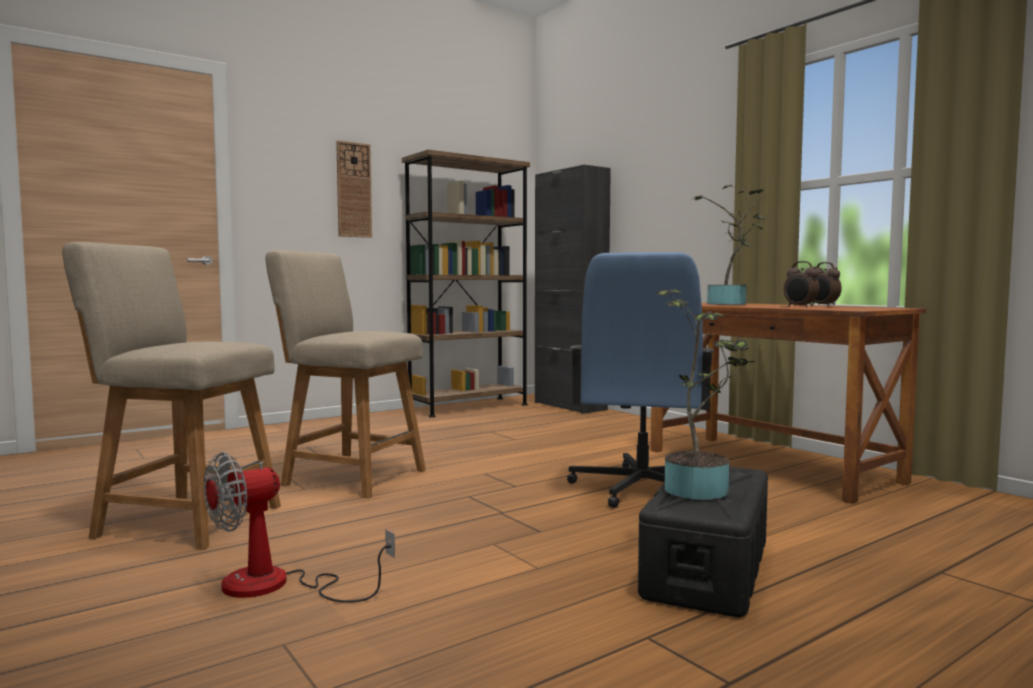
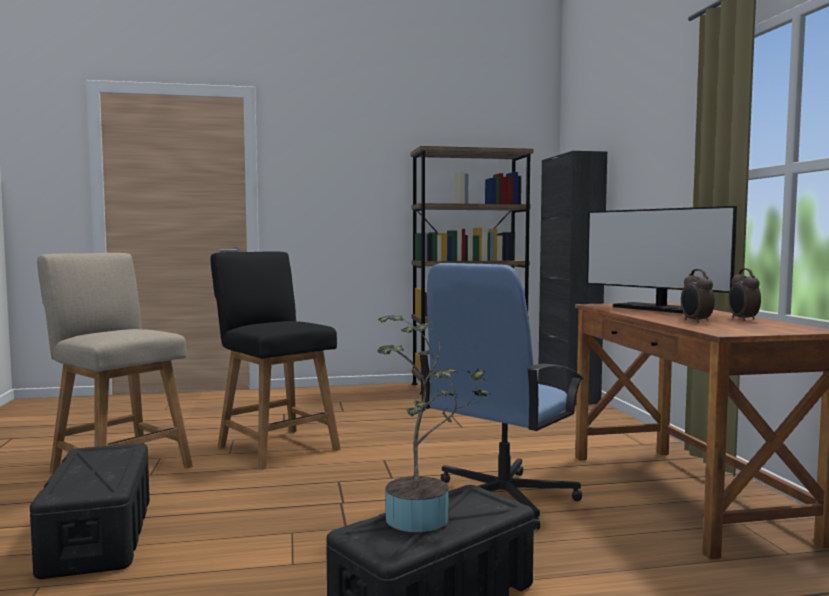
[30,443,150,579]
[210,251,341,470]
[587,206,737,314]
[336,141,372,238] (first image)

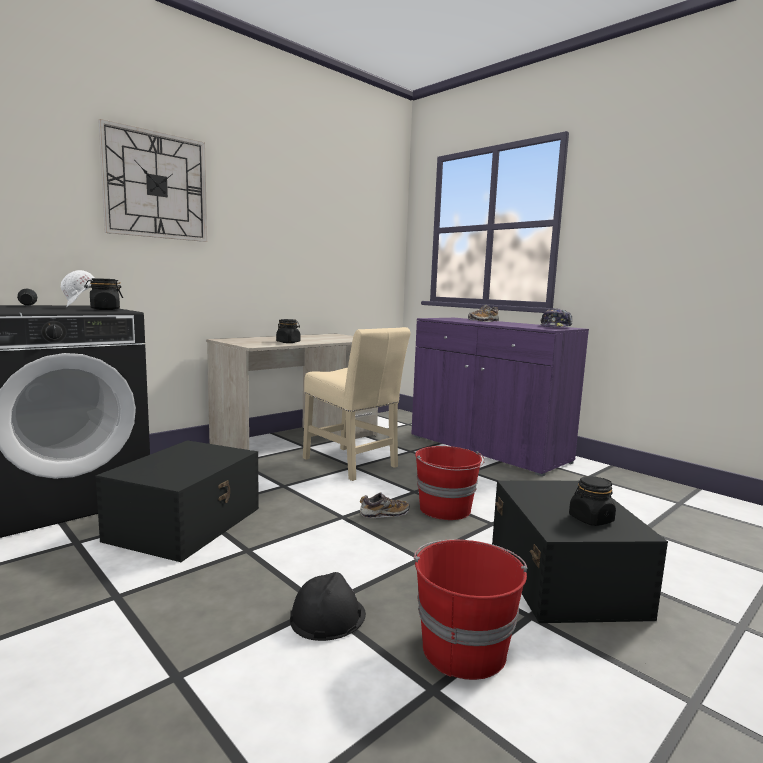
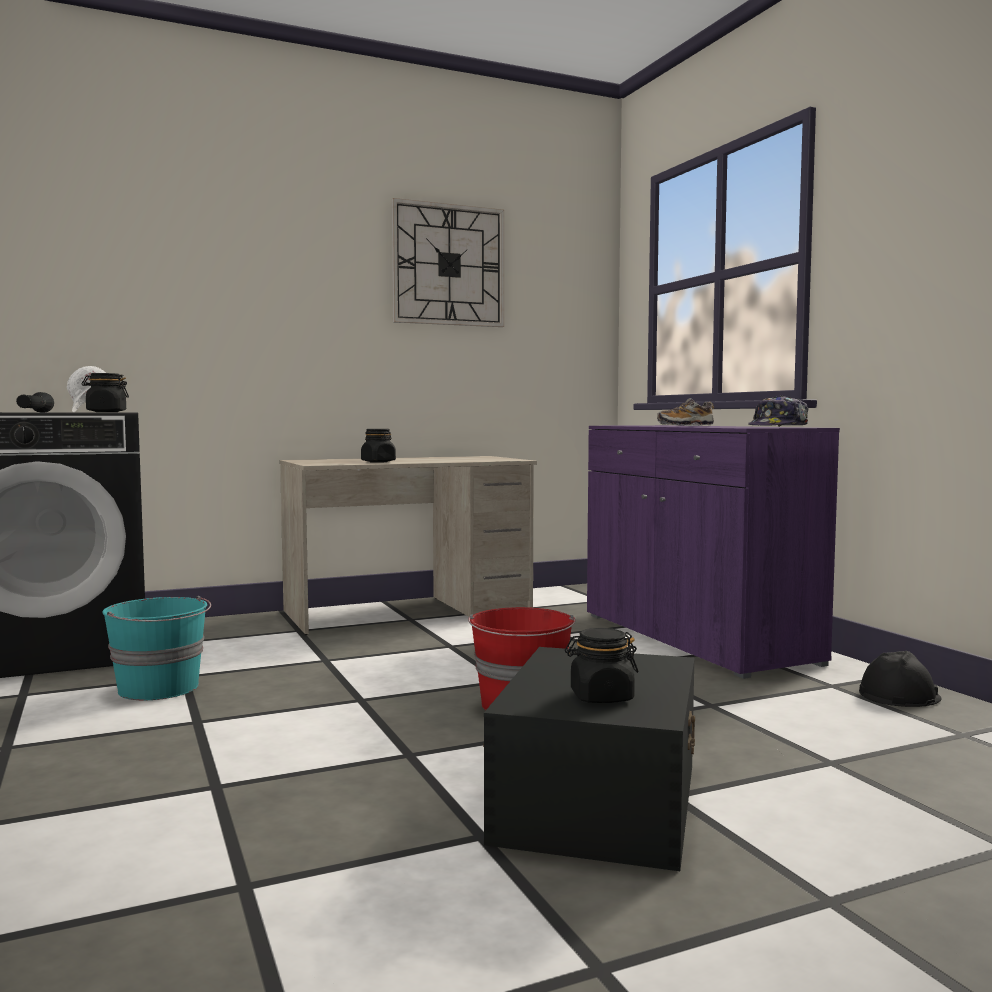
[102,596,211,700]
[392,198,504,327]
[859,651,941,707]
[303,327,411,481] (first image)
[360,492,410,518] (first image)
[414,540,528,680] (first image)

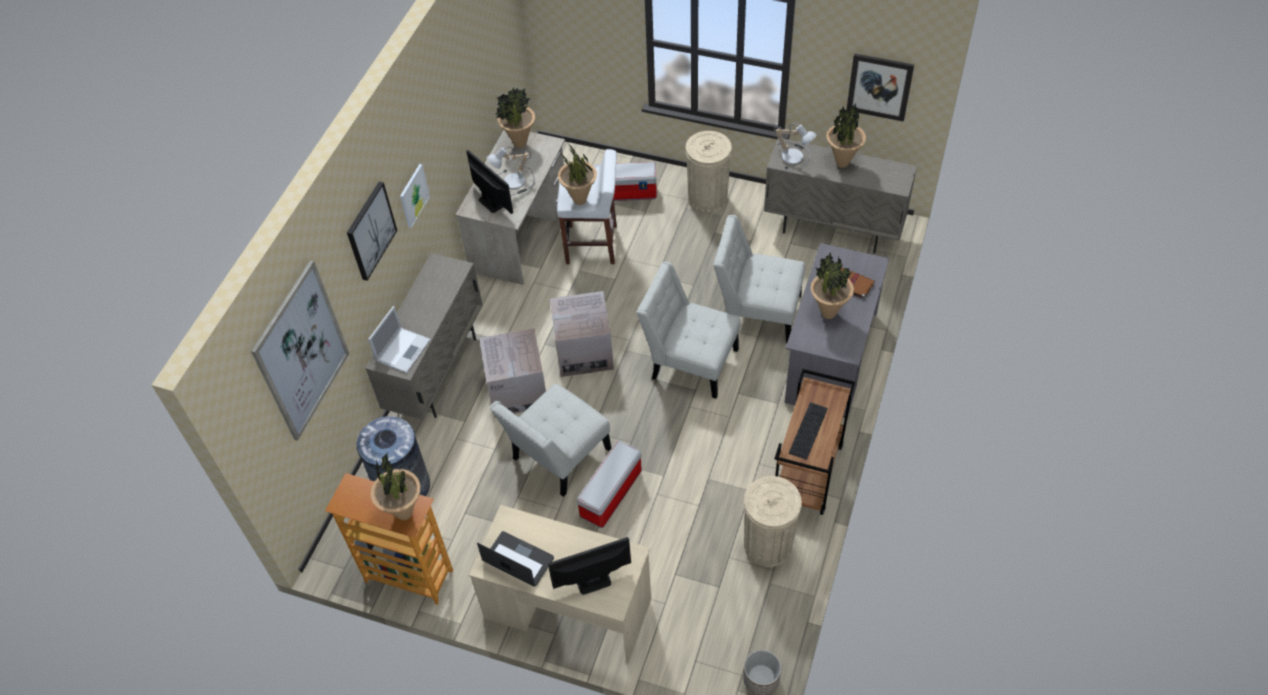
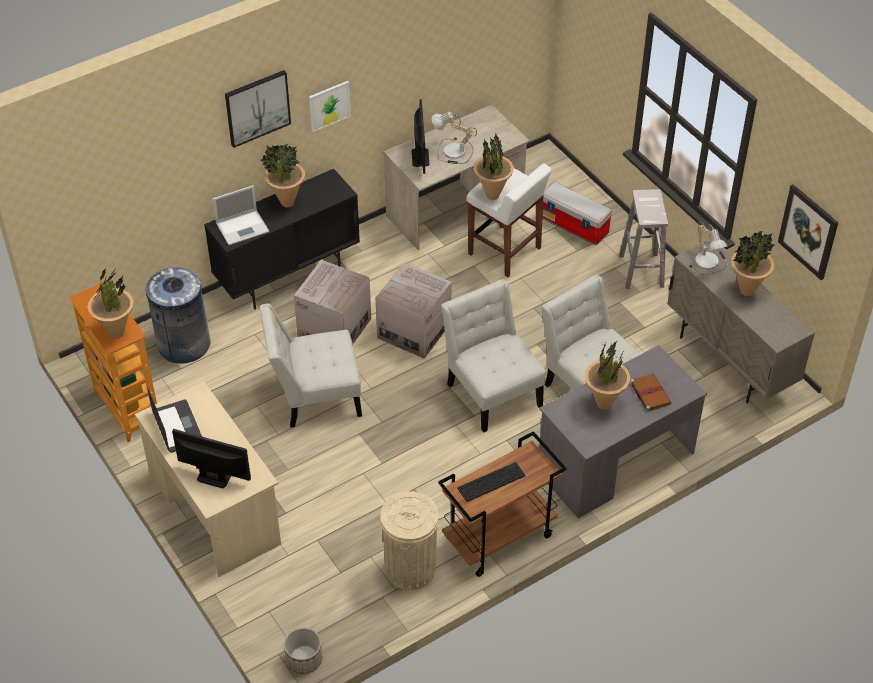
[204,169,360,310]
[260,144,305,207]
[619,189,668,289]
[251,260,349,441] (first image)
[577,441,642,528] (first image)

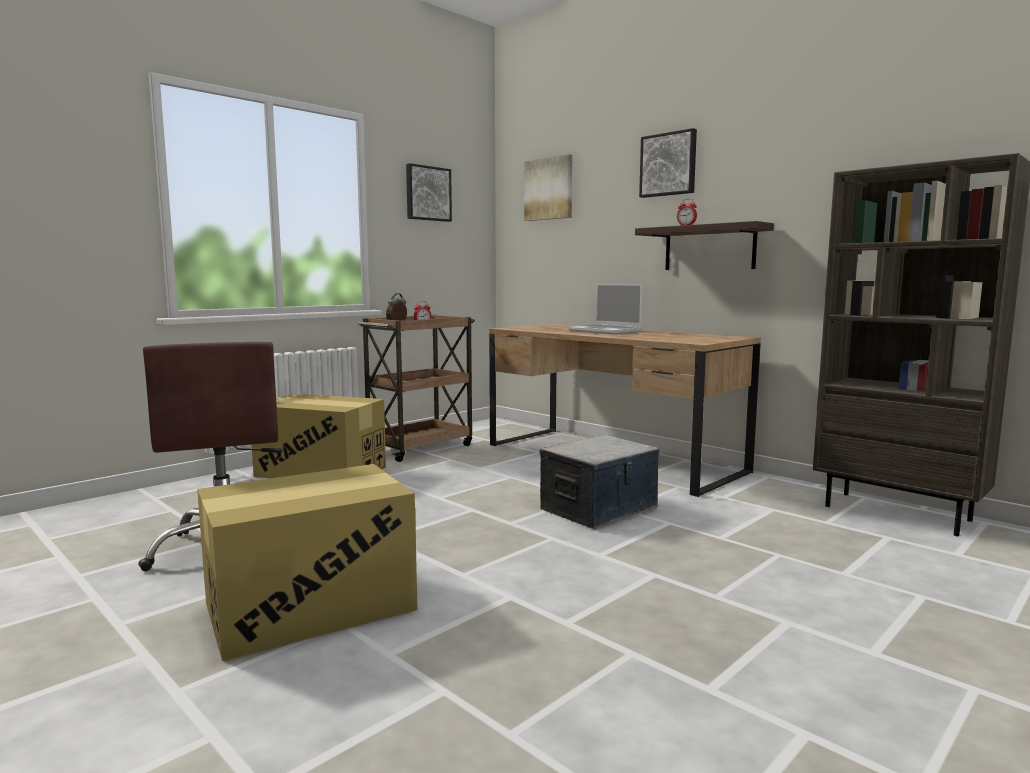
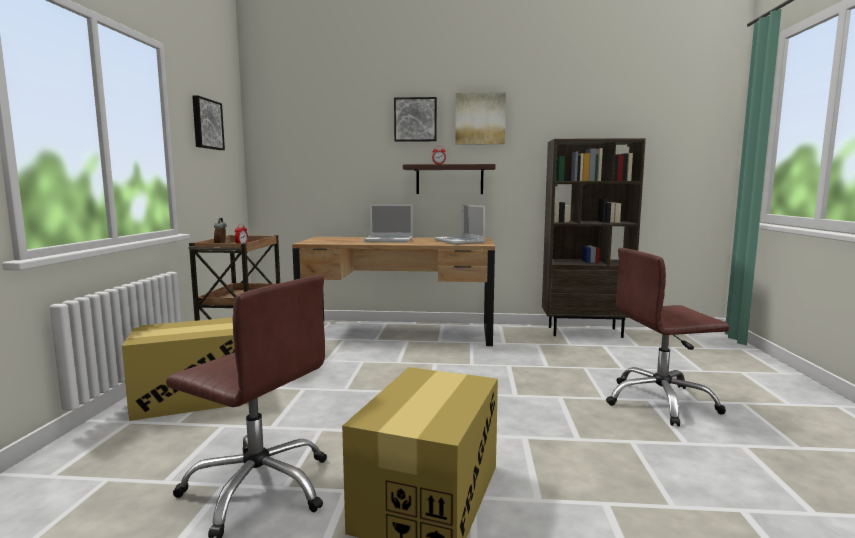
[434,204,485,245]
[455,92,506,145]
[606,248,729,426]
[540,435,660,529] (first image)

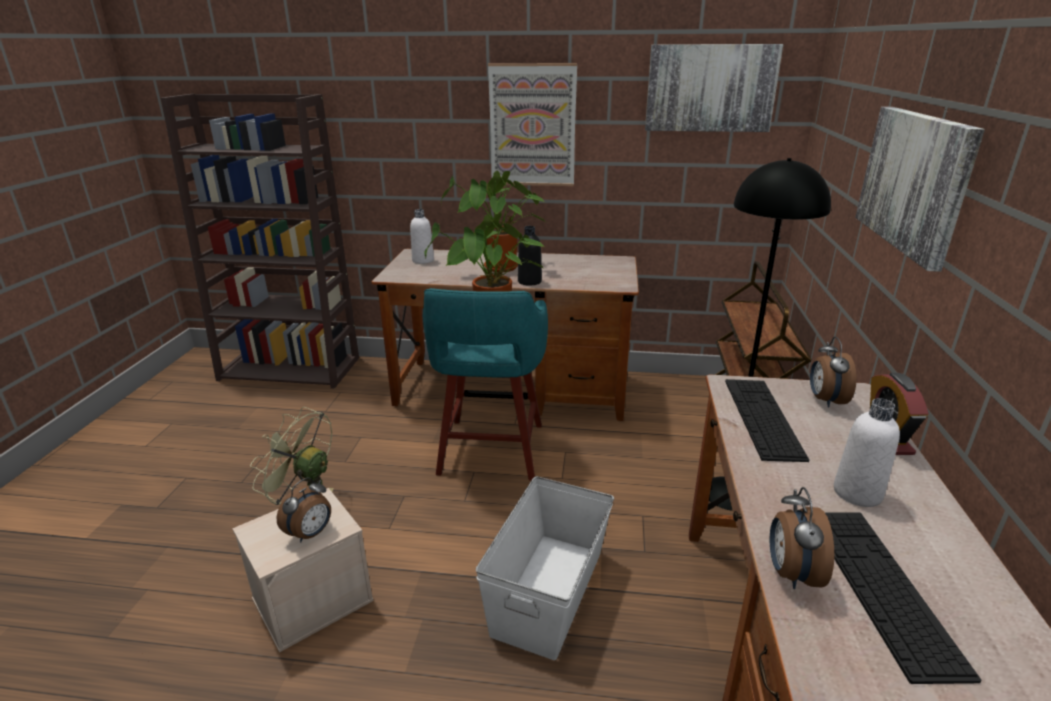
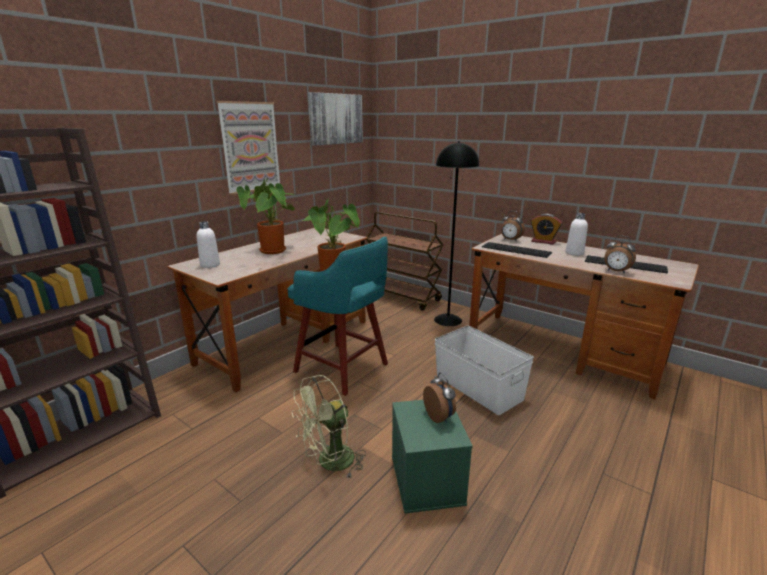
[392,400,473,514]
[518,226,542,286] (first image)
[855,107,985,272] (first image)

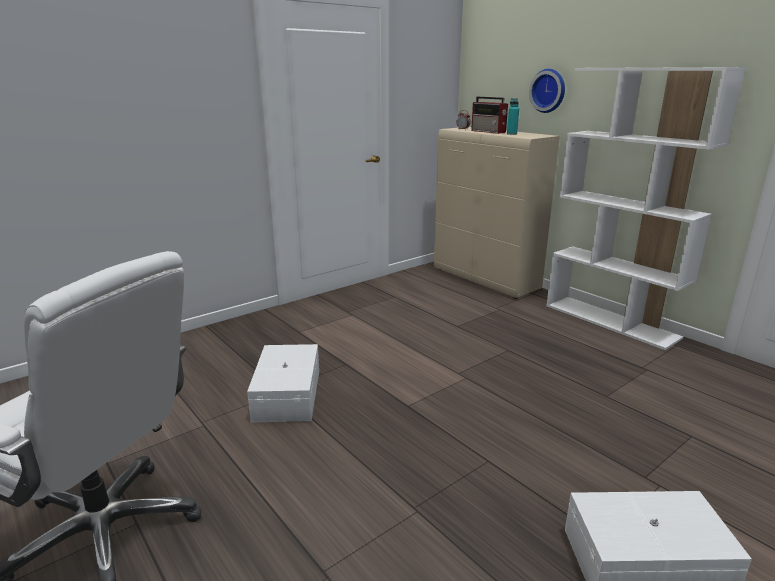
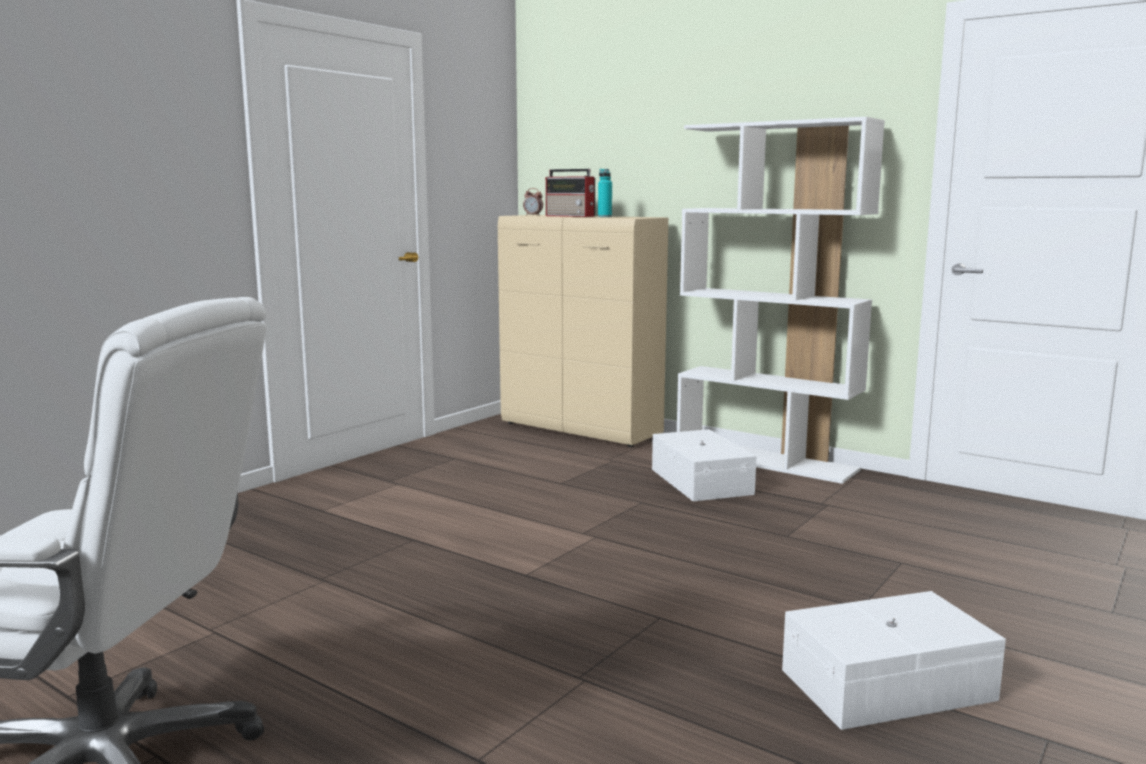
[652,429,756,501]
[529,69,565,113] (first image)

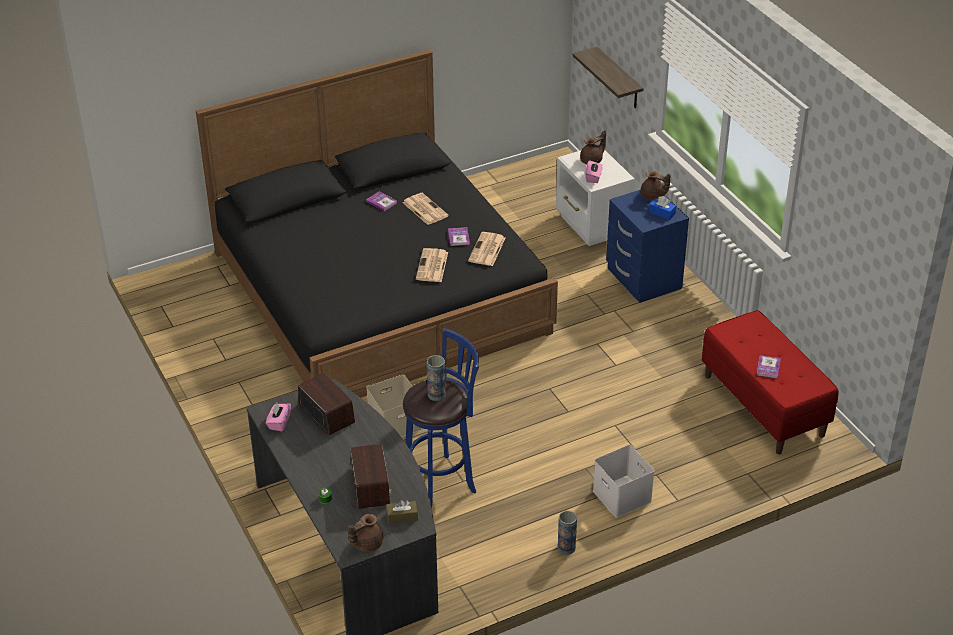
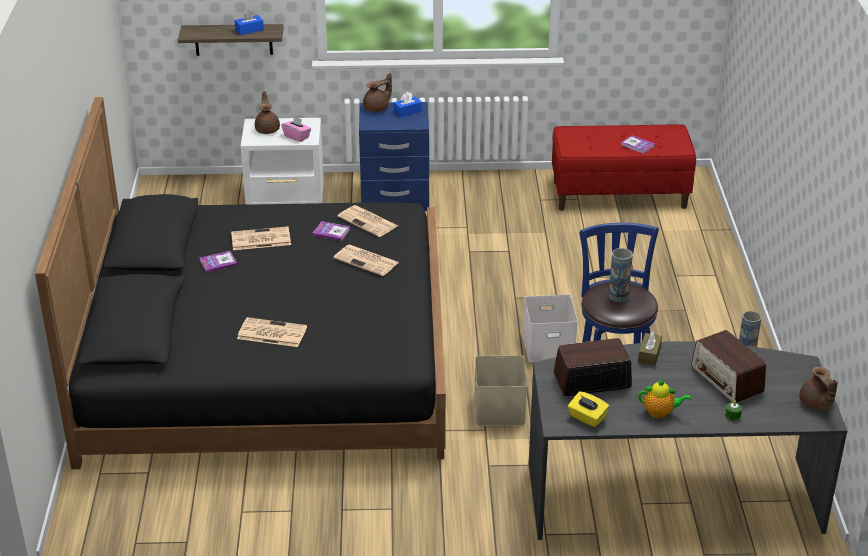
[234,10,264,35]
[237,317,307,347]
[523,294,578,362]
[568,391,609,427]
[638,331,662,366]
[638,379,692,418]
[691,330,766,403]

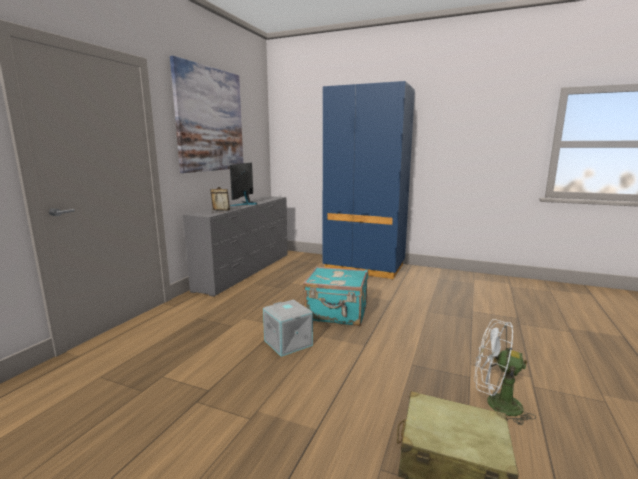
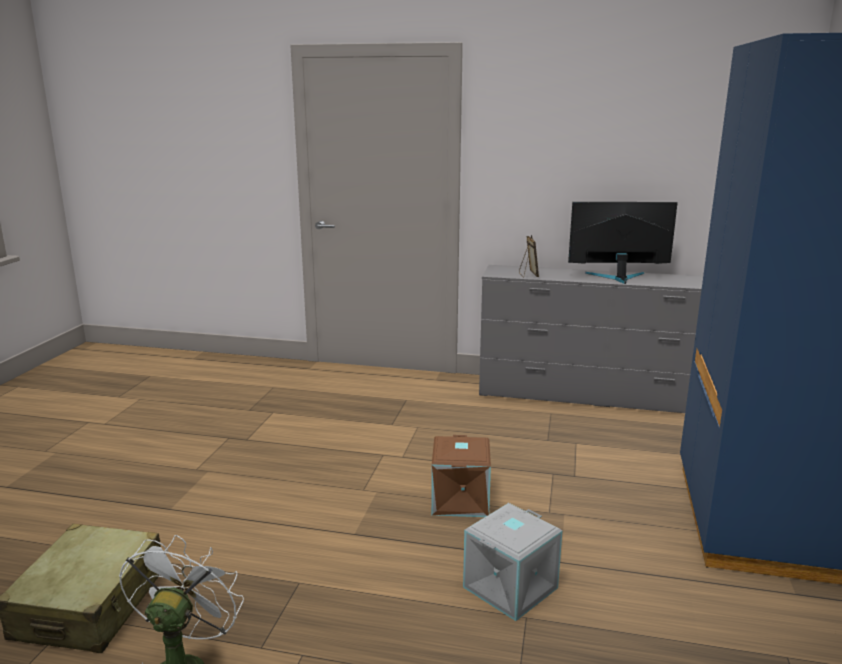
[431,435,491,517]
[463,503,562,621]
[170,56,243,173] (first image)

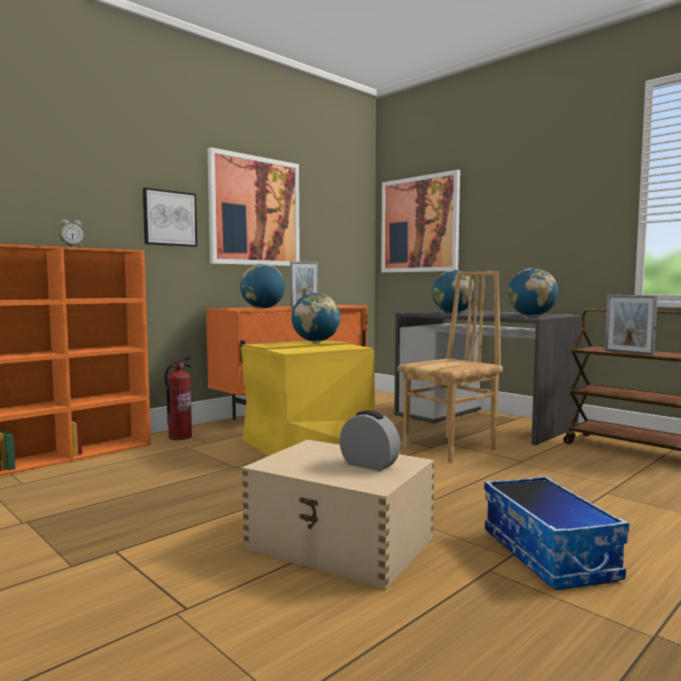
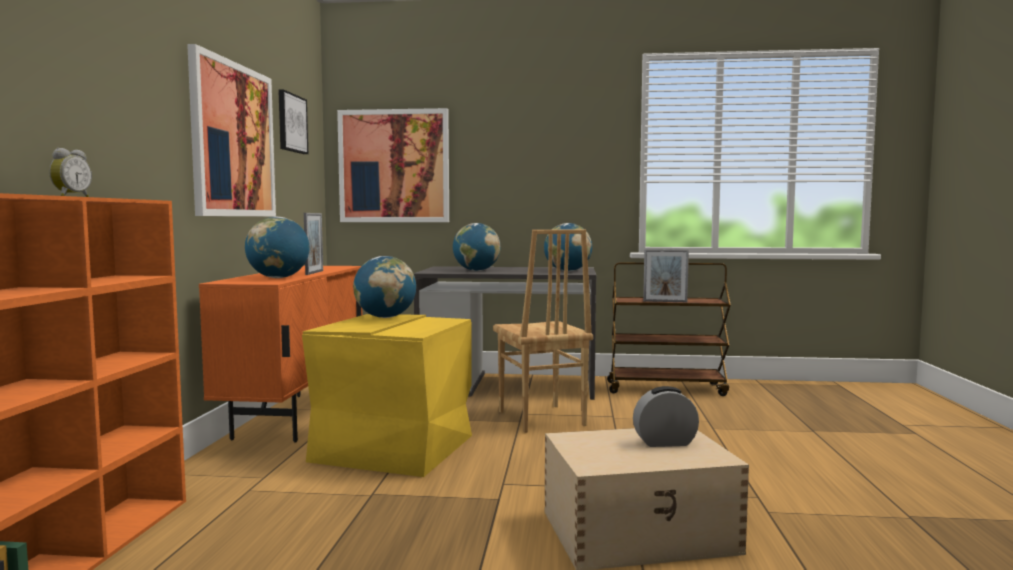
[278,89,308,154]
[493,229,593,433]
[165,356,192,440] (first image)
[484,476,629,590] (first image)

